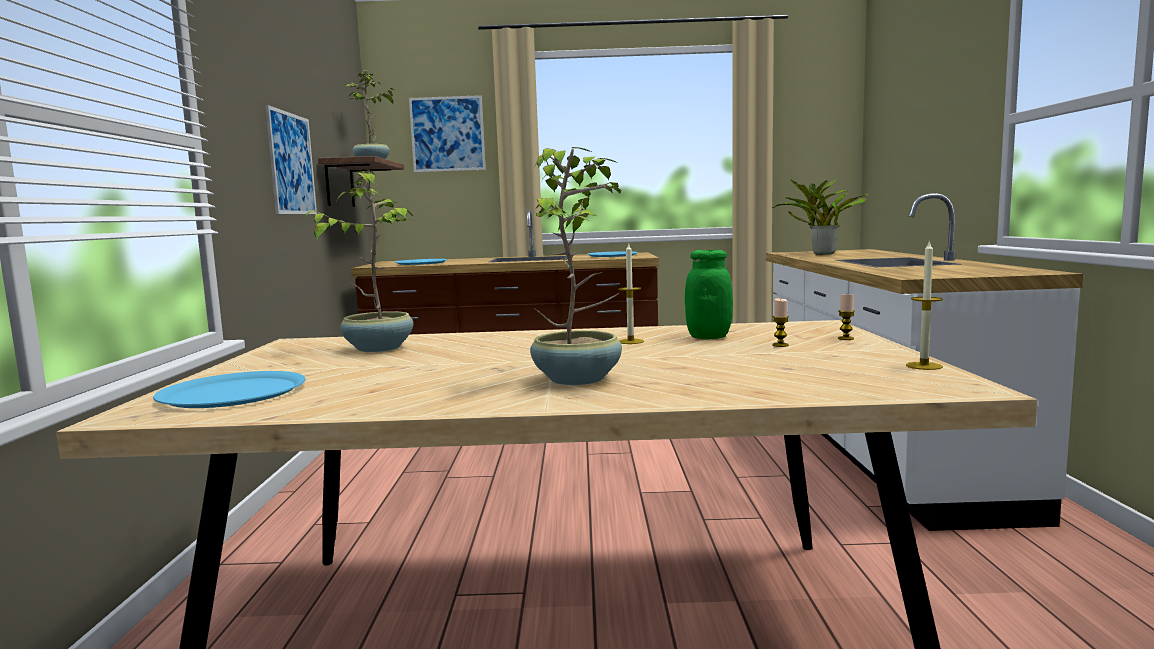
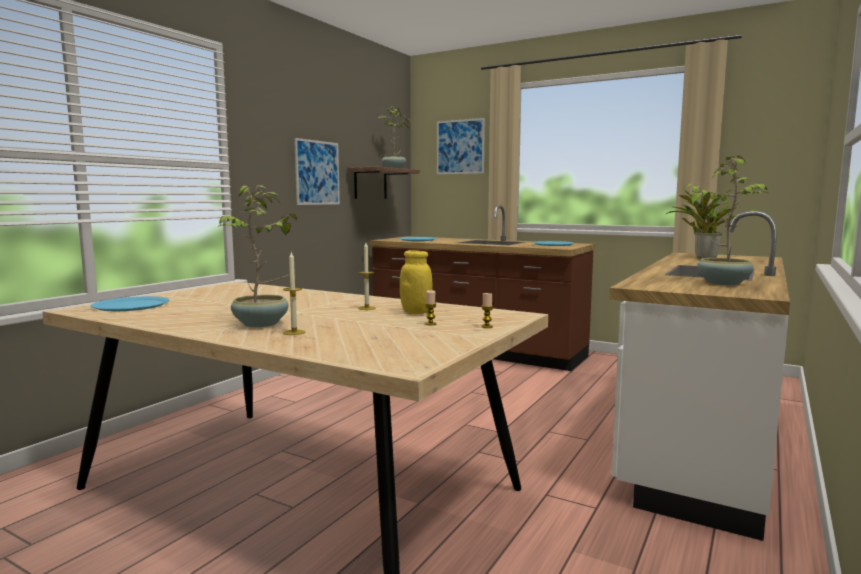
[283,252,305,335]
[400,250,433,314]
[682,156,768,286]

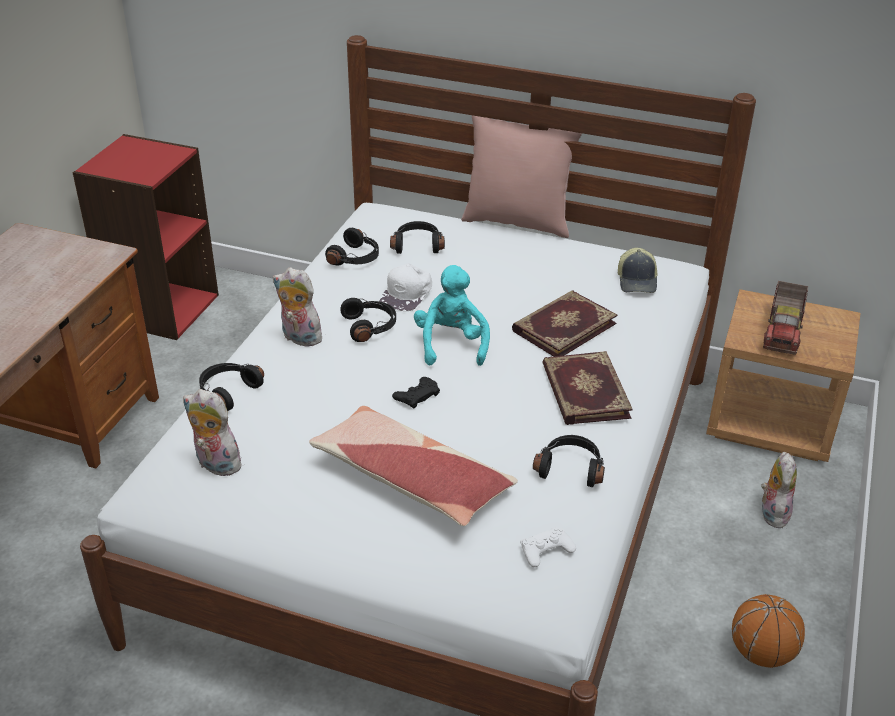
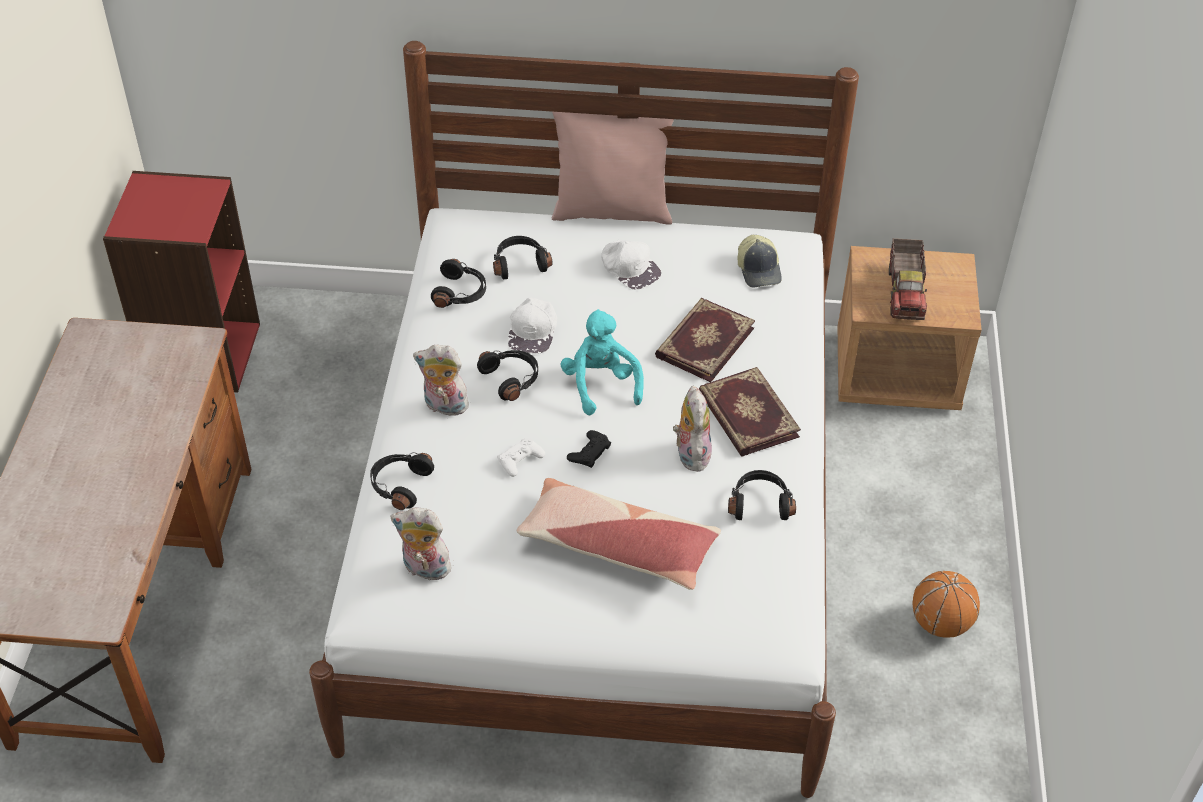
[497,438,545,477]
[601,240,661,290]
[673,386,712,472]

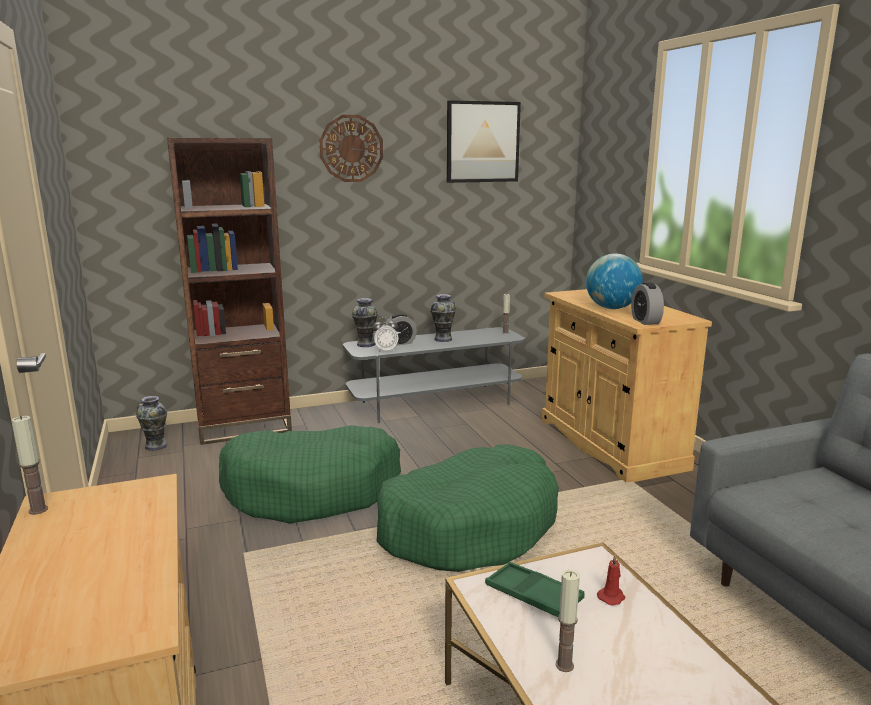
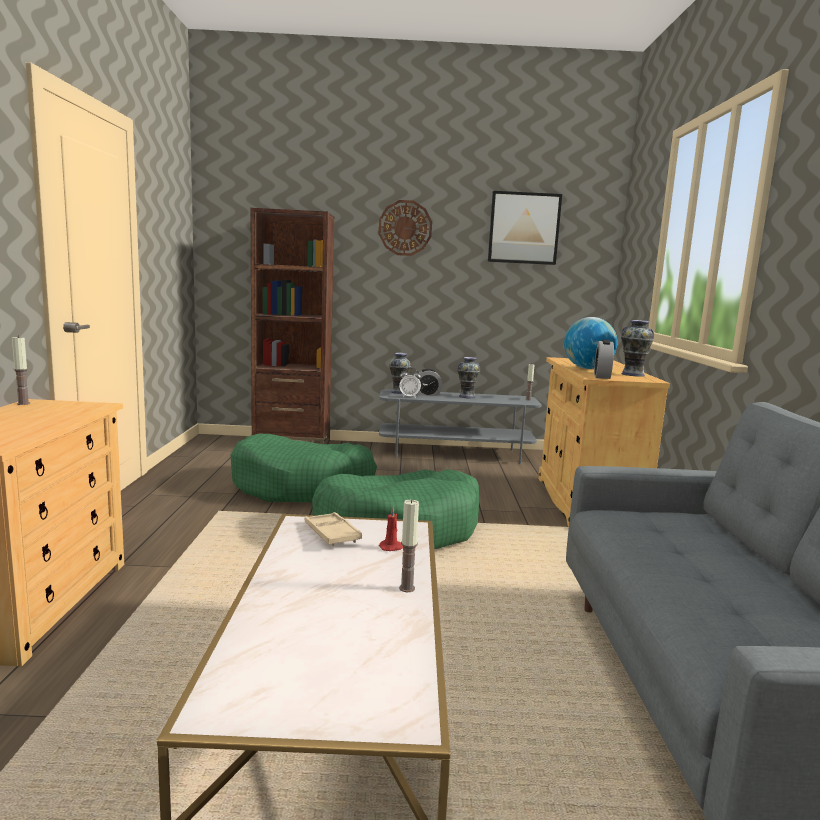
[305,512,362,546]
[399,500,419,592]
[621,320,654,377]

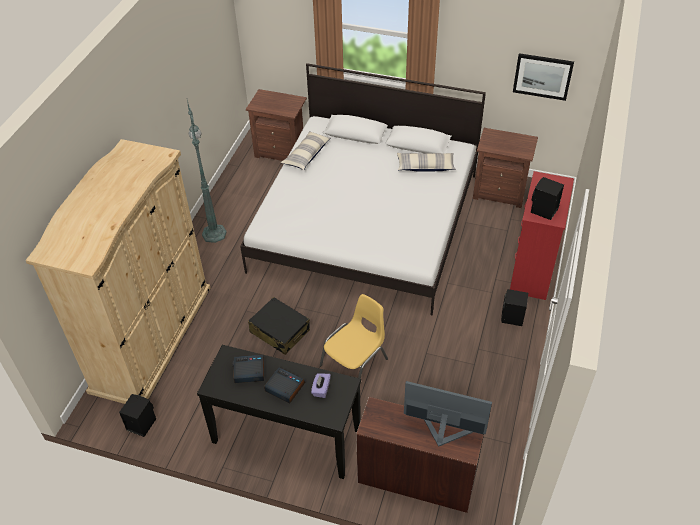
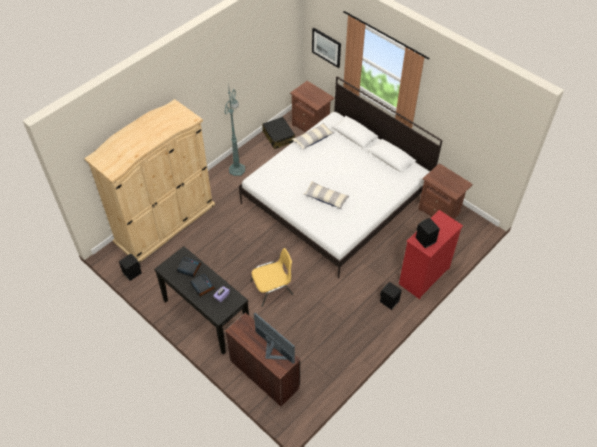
[262,117,295,149]
[303,181,349,209]
[312,28,341,68]

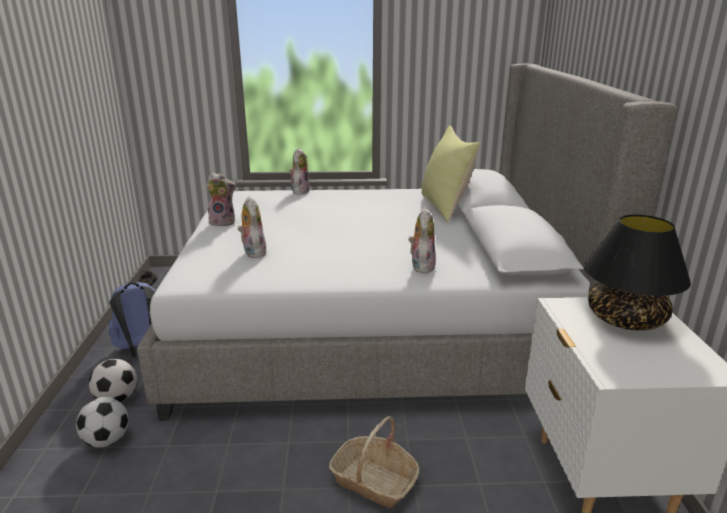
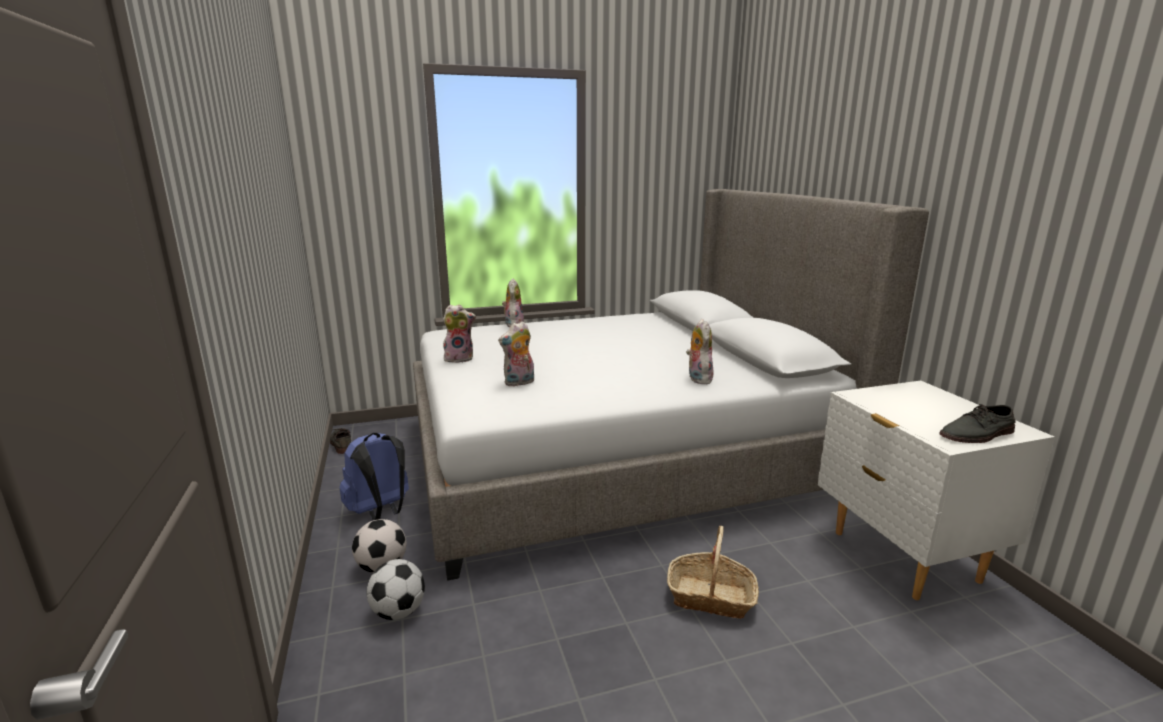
[498,321,534,386]
[939,404,1016,443]
[421,126,480,222] (first image)
[584,215,691,331] (first image)

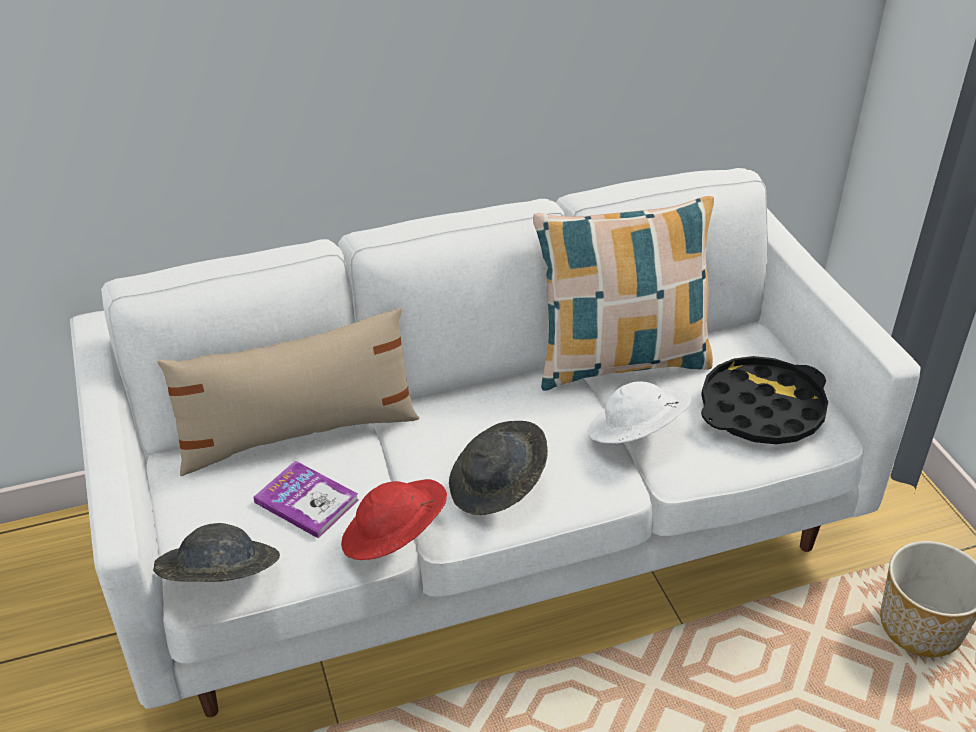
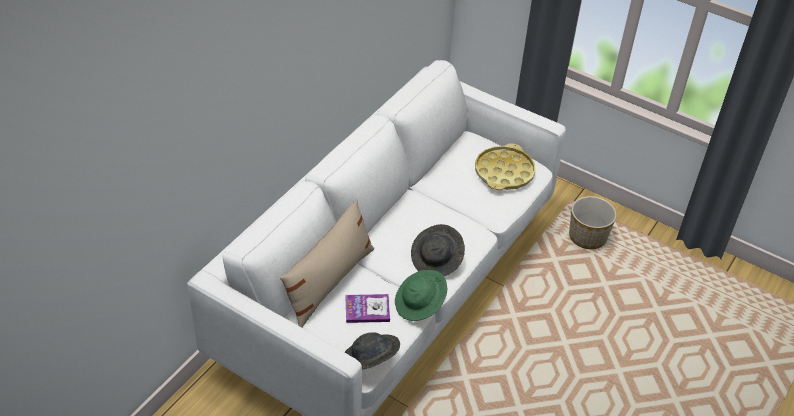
[395,270,447,321]
[475,143,536,190]
[533,196,714,391] (first image)
[588,382,691,444] (first image)

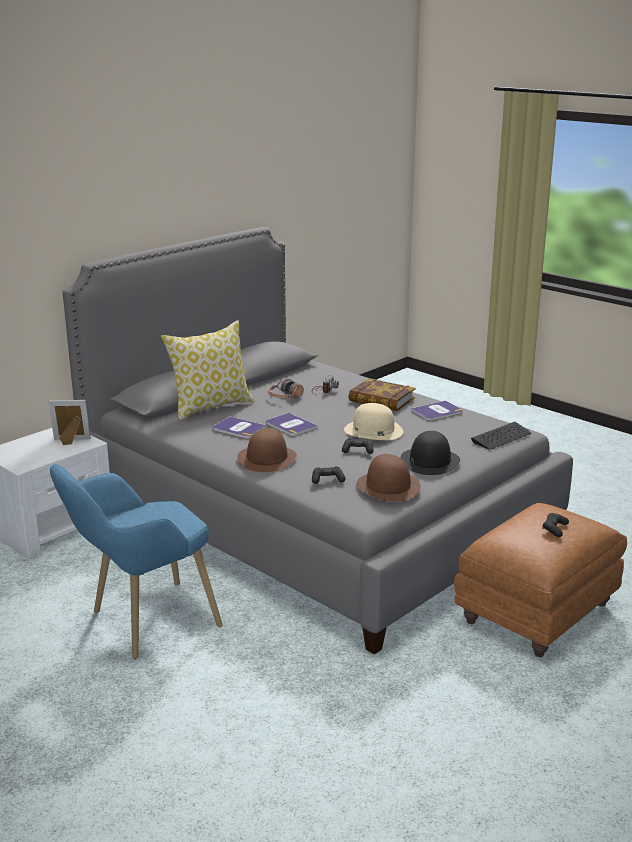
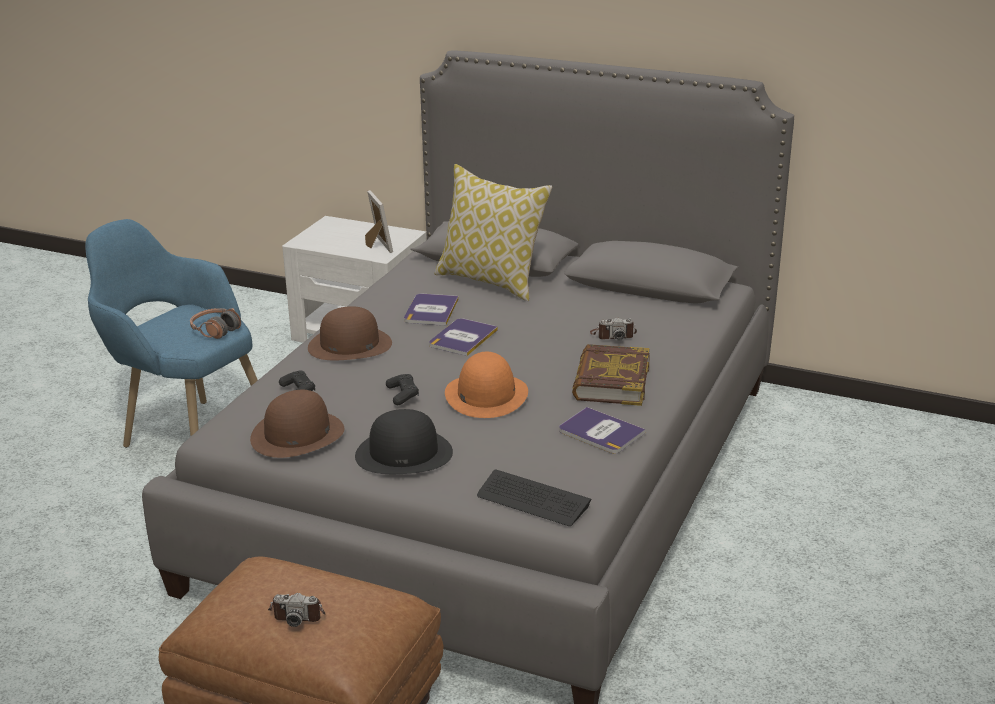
[190,308,241,339]
[268,593,326,627]
[445,352,528,418]

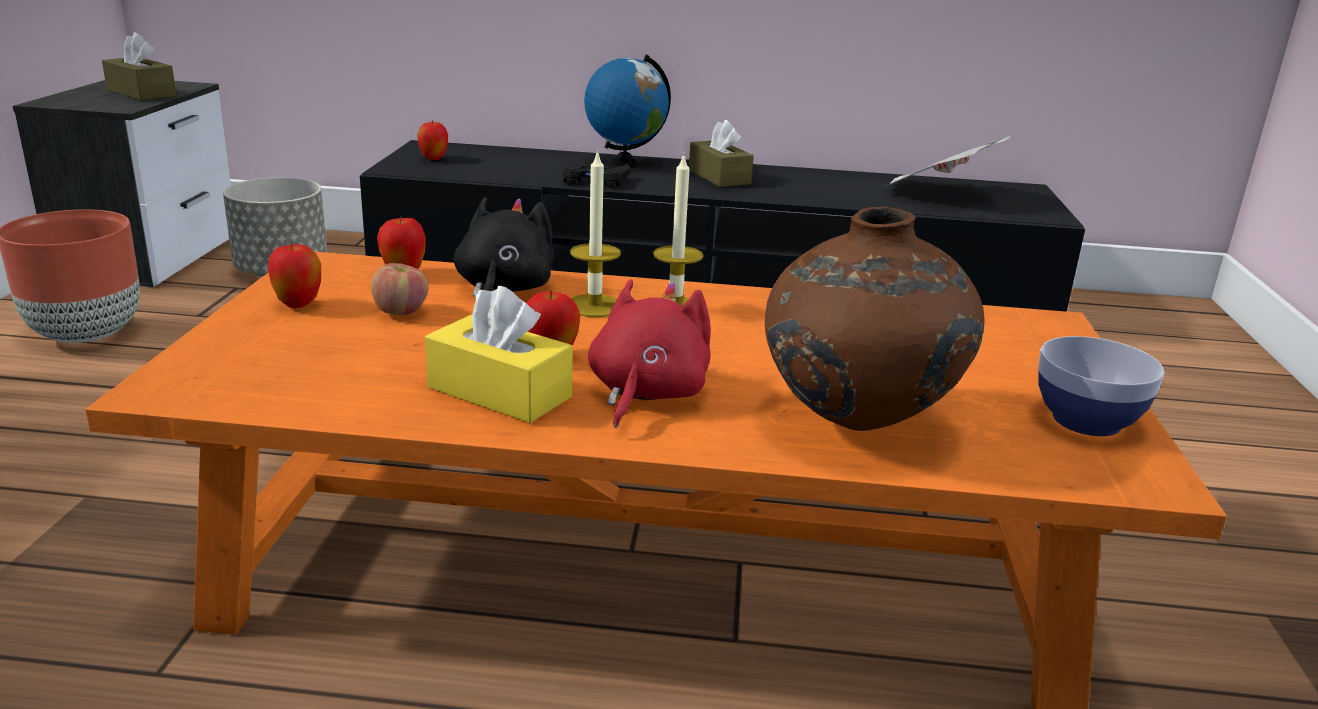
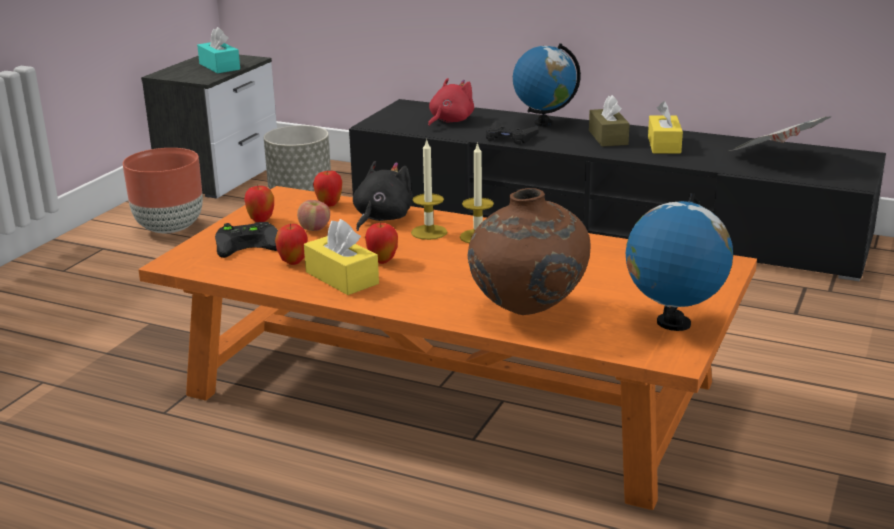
[197,27,240,73]
[215,222,278,258]
[275,223,307,265]
[428,78,474,127]
[626,193,733,331]
[648,101,683,154]

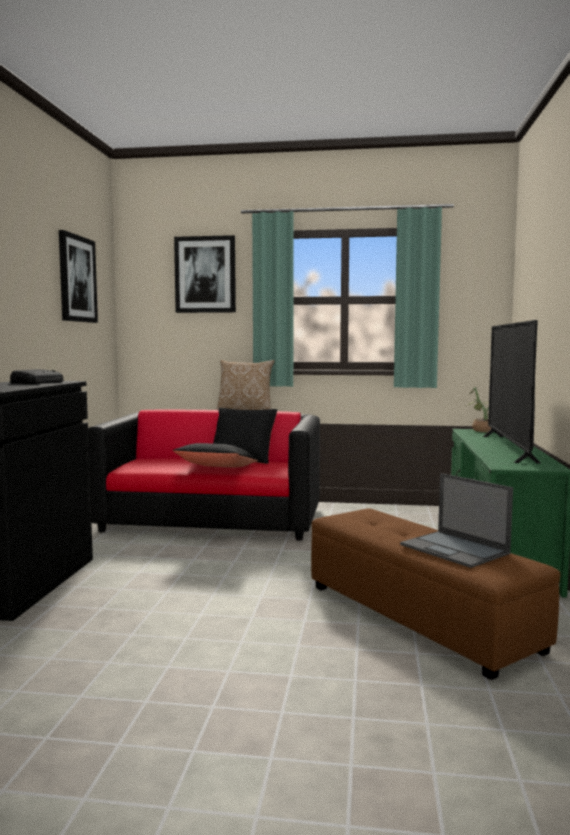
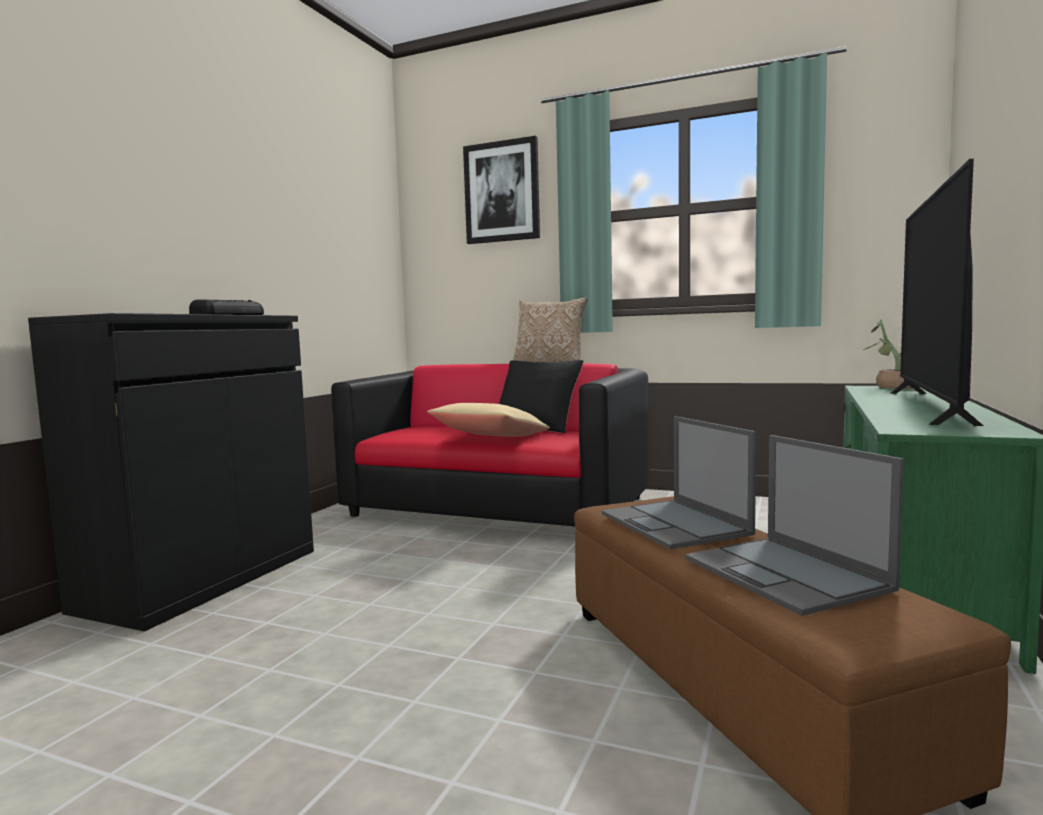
[427,403,550,437]
[602,416,756,549]
[59,230,98,323] (first image)

